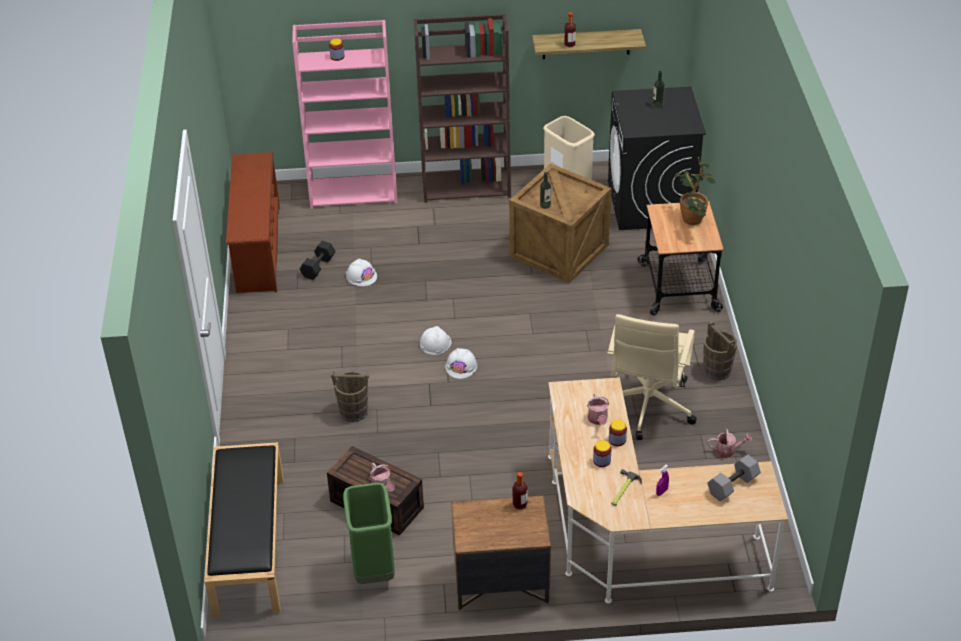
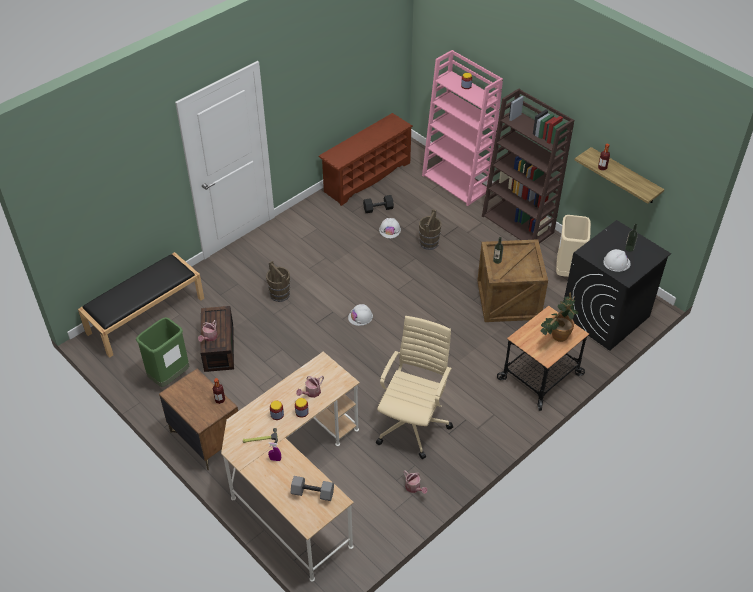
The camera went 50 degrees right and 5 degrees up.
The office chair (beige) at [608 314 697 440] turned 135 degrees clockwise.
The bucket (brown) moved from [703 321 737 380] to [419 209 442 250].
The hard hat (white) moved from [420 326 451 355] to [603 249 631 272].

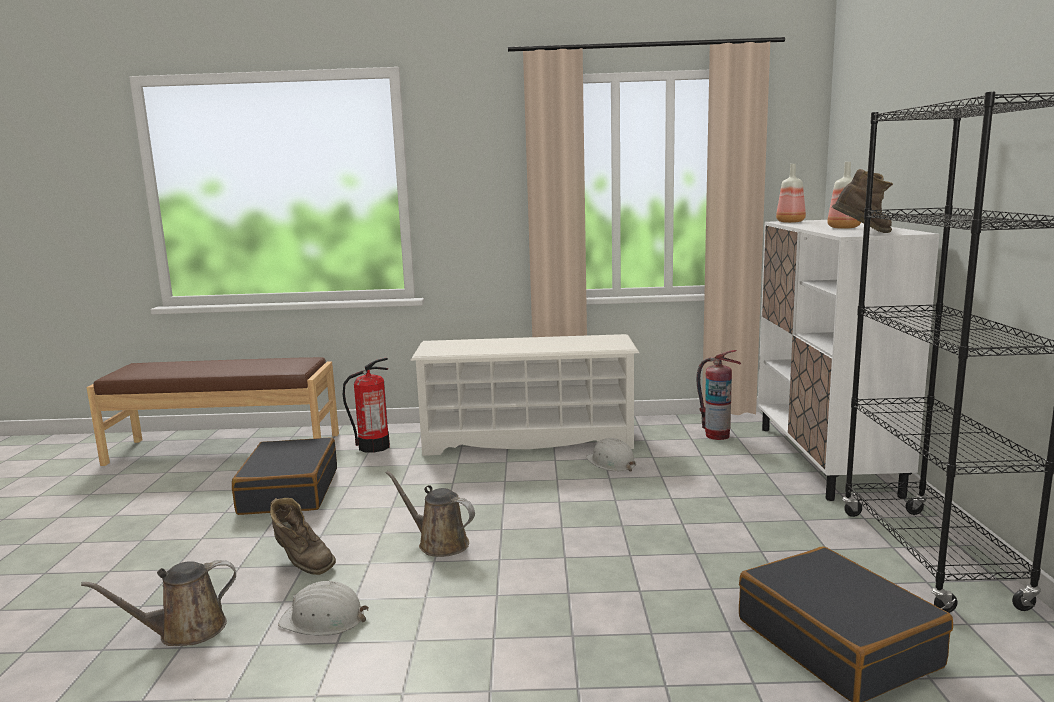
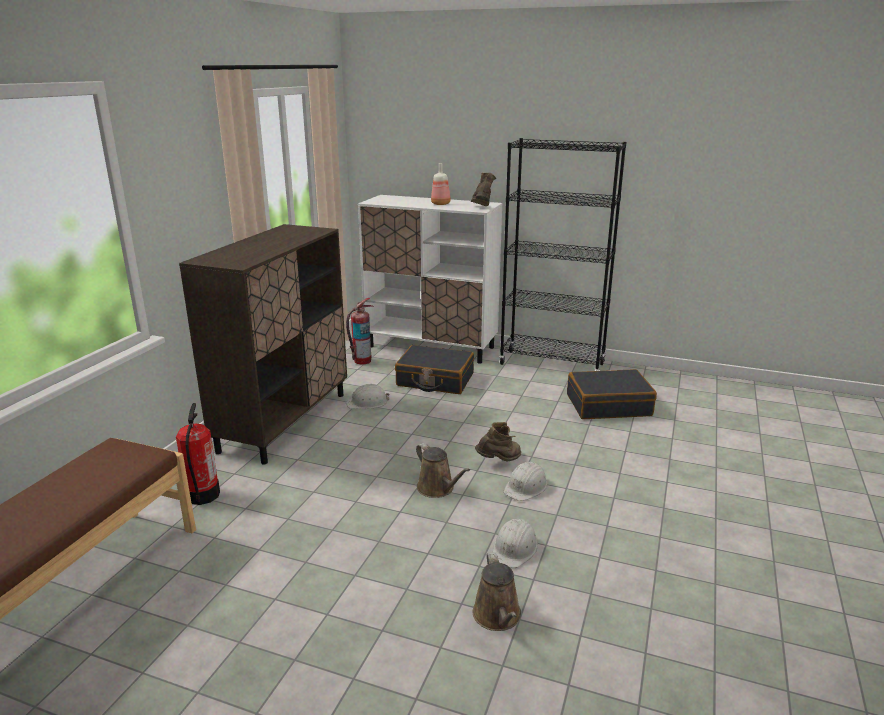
The camera went 70 degrees left and 10 degrees up.
The shoe rack (white) at [410 334 639 456] was replaced by the cabinet (brown) at [179 224 347 464].
The suitcase (black) moved from [232 437 337 515] to [395 345 474 394].
The watering can (brown) at [386 471 475 557] turned 90 degrees counterclockwise.
The boot (brown) moved from [270 498 336 575] to [475 422 521 462].
The hard hat (white) at [503 462 548 501] appeared.
The bottle at [776 164 806 223] disappeared.

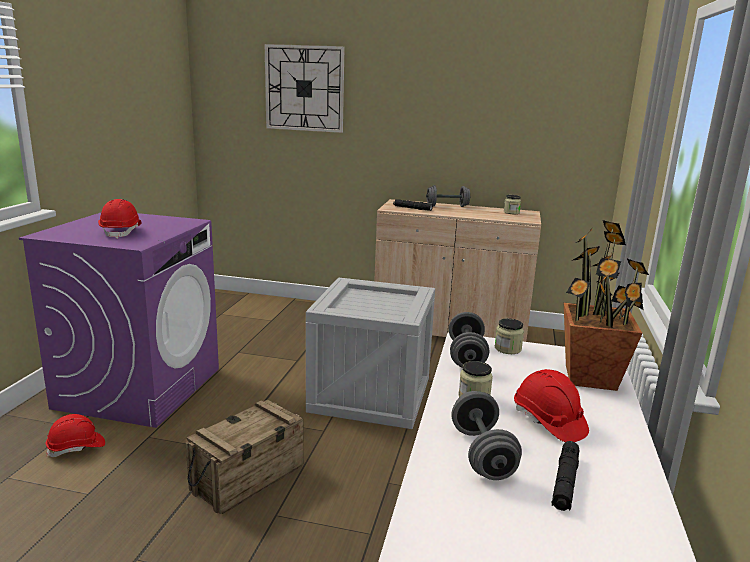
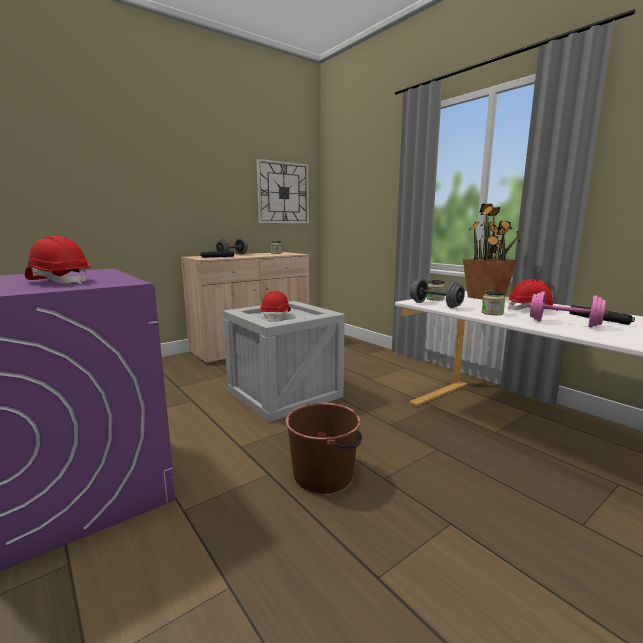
The camera went 50 degrees left and 5 degrees down.
The wall clock moved from [265 44 345 133] to [257 159 309 223].
The hard hat (red) moved from [46 414 105 457] to [260 291 291 321].
The crate at [186 400 304 514] was replaced by the bucket (brown) at [286 403 362 494].
The dumbbell (grey) at [451 391 522 480] became the dumbbell (pink) at [529 291 608 328].

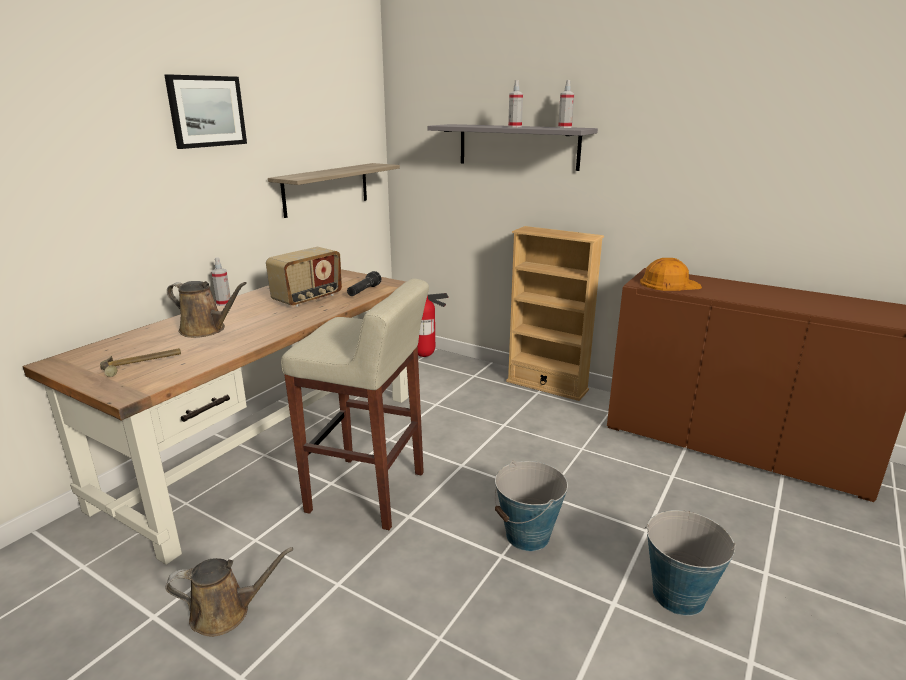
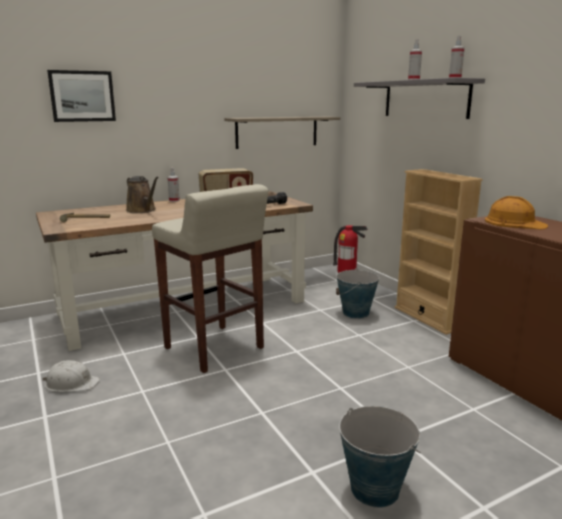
The camera went 30 degrees right and 5 degrees down.
The watering can (brown) at [165 547 293 637] was replaced by the hard hat (white) at [43 360 100 392].
The picture moved from [164 74 247 149] to [47 70 116 122].
The bucket moved from [495 460 568 551] to [336 268 379 319].

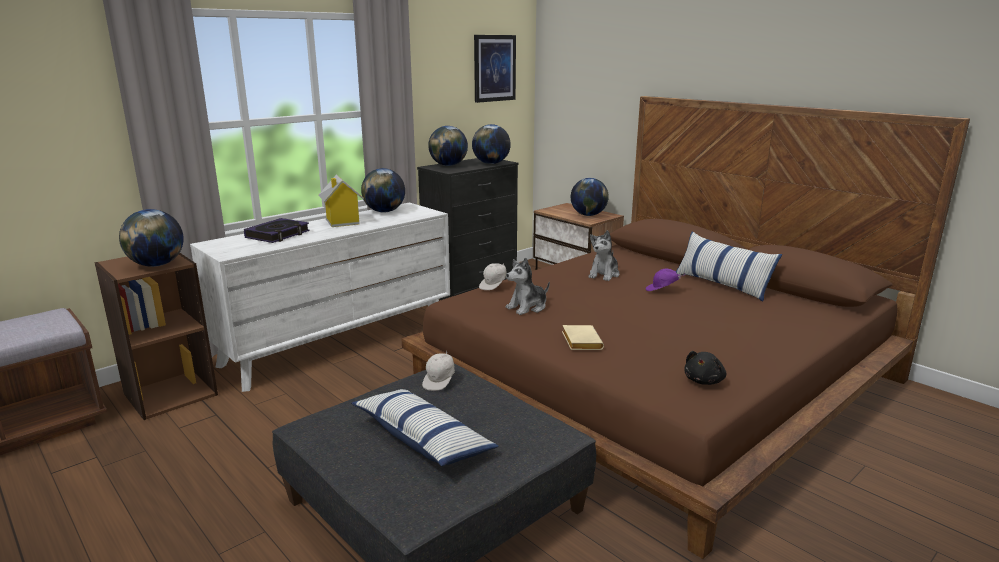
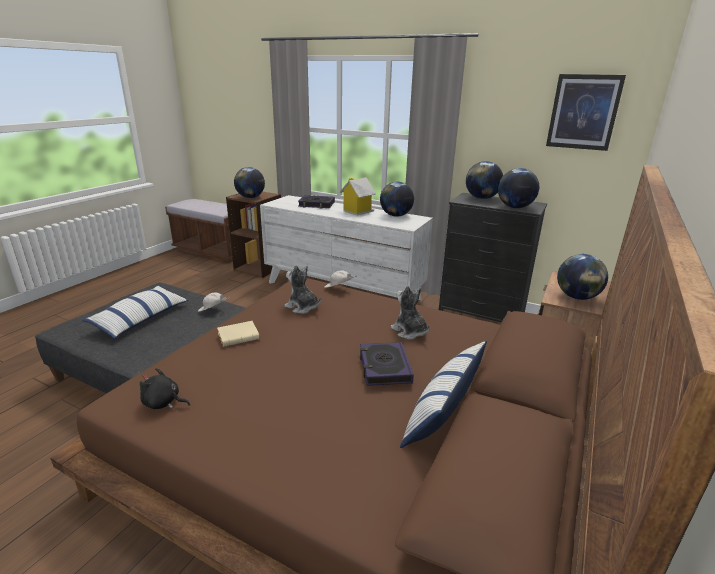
The camera went 70 degrees right and 5 degrees up.
The cap (purple) at [646 268 685 291] was replaced by the book at [360 342 414 386].
The plush toy at [589 230 620 281] turned 45 degrees clockwise.

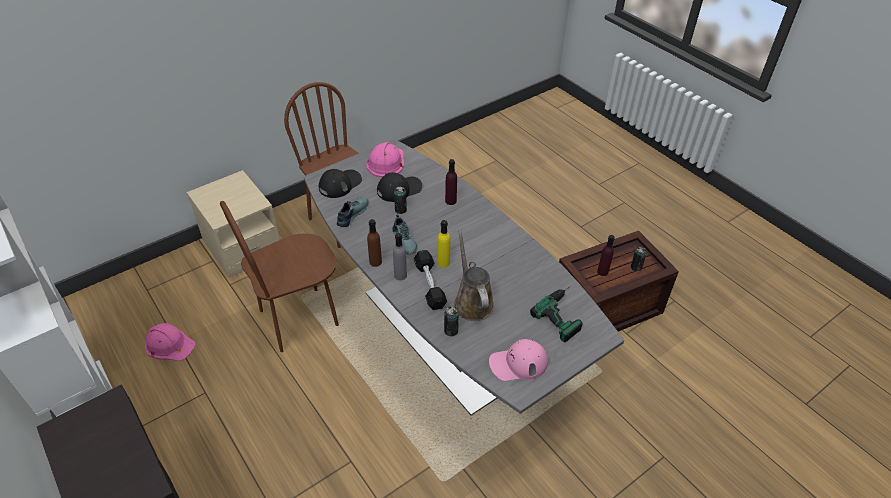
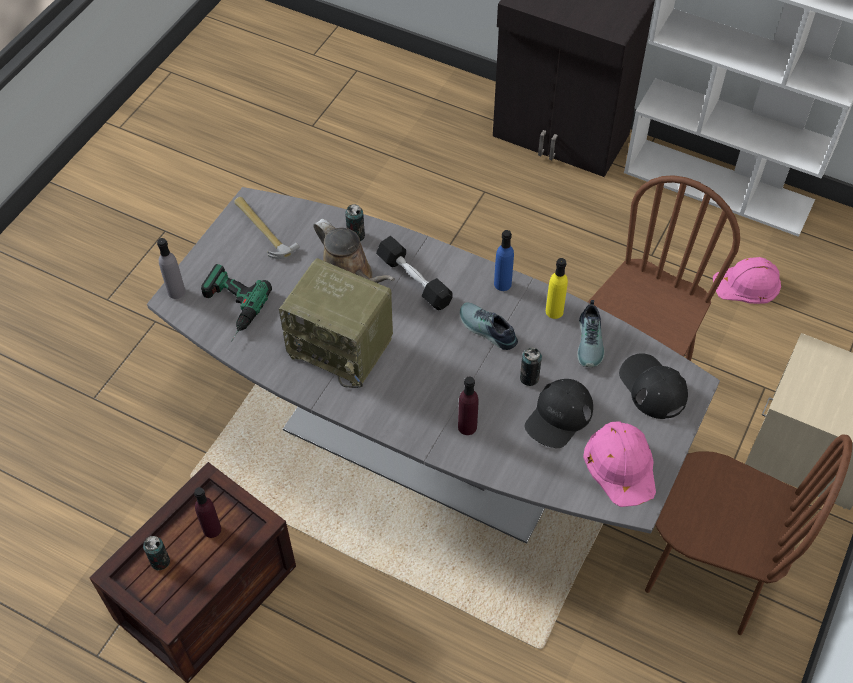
The camera went 155 degrees right and 10 degrees up.
The bottle (grey) moved from [393 233 407 280] to [157 238 185 299].
The cap (pink) at [489 339 548 381] was replaced by the hammer at [234 197 299 259].
The radio at [279 258 393 388] appeared.
The bottle (brown) at [367 219 382 267] became the bottle (blue) at [494 230 514 291].
The bottle (yellow) moved from [438 220 450 267] to [546 258 568 319].
The cap (black) at [319 169 362 198] turned 135 degrees clockwise.

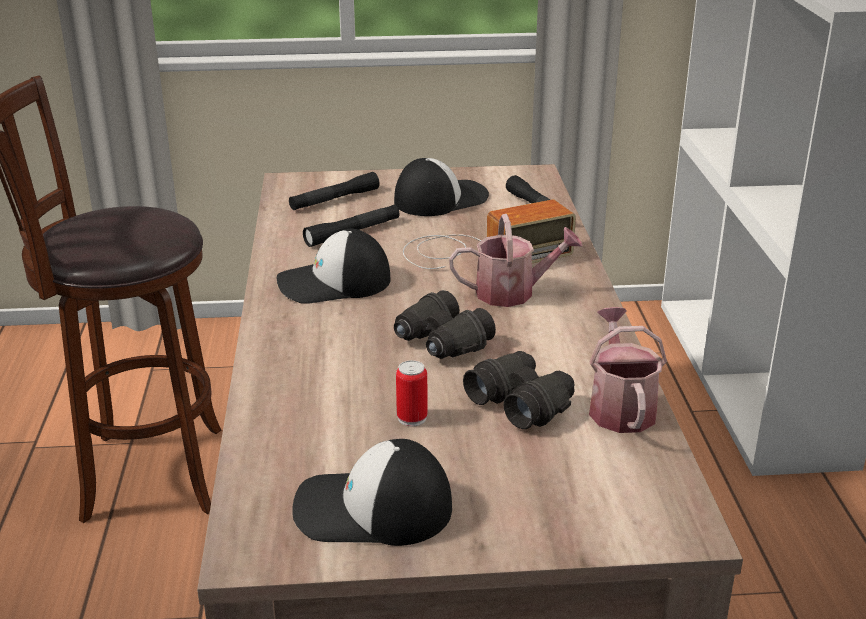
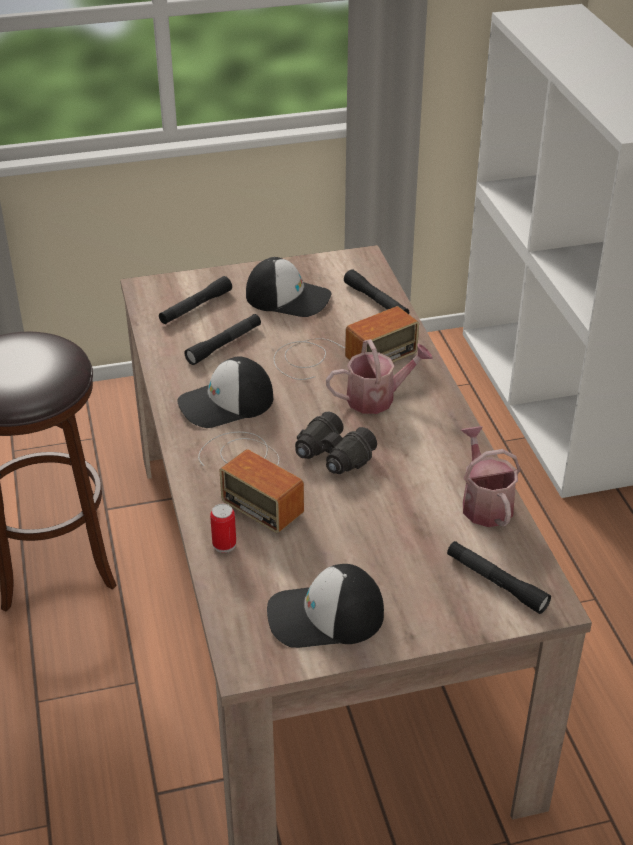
The camera went 10 degrees left and 10 degrees up.
The radio at [198 432 304 533] appeared.
The can moved from [396 360 428 426] to [210 504 236 553].
The cap at [394 158 489 216] turned 60 degrees clockwise.
The flashlight (black) at [447 541 551 614] appeared.
The binoculars (black) at [463 351 574 429] disappeared.

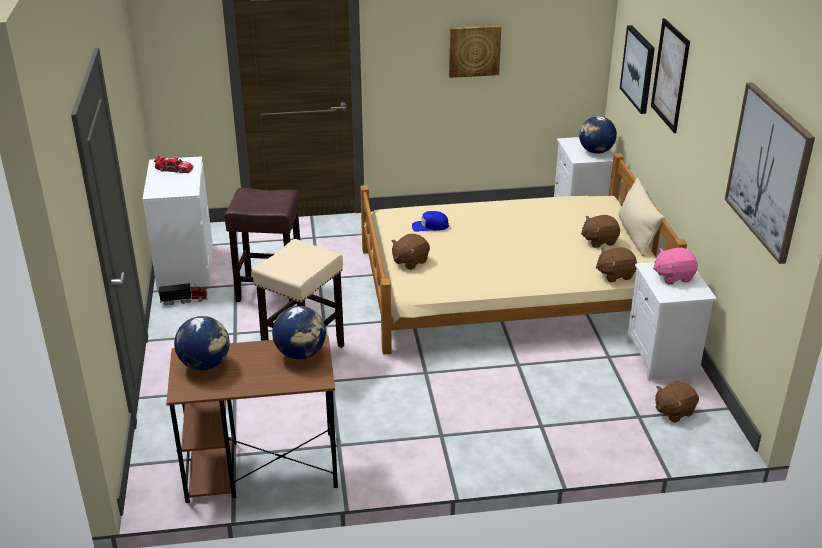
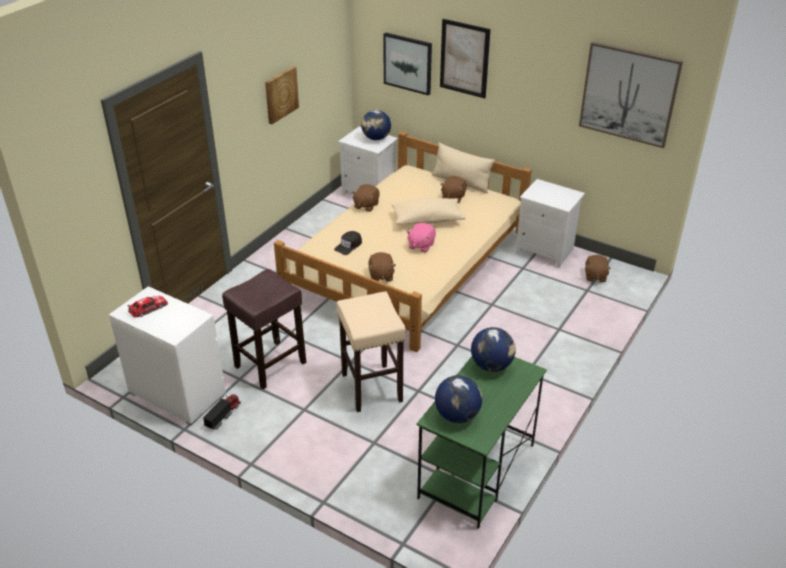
The camera went 50 degrees left and 5 degrees up.
The cap (blue) at [412 211 449 232] became the cap (black) at [334 231 362 255].
The plush toy (brown) moved from [596 247 637 282] to [352 184 380 212].
The pillow (beige) at [392 198 465 225] appeared.
The plush toy (pink) moved from [653 247 698 284] to [406 223 436 252].
The desk (brown) at [166 335 338 503] became the desk (green) at [417 356 547 529].

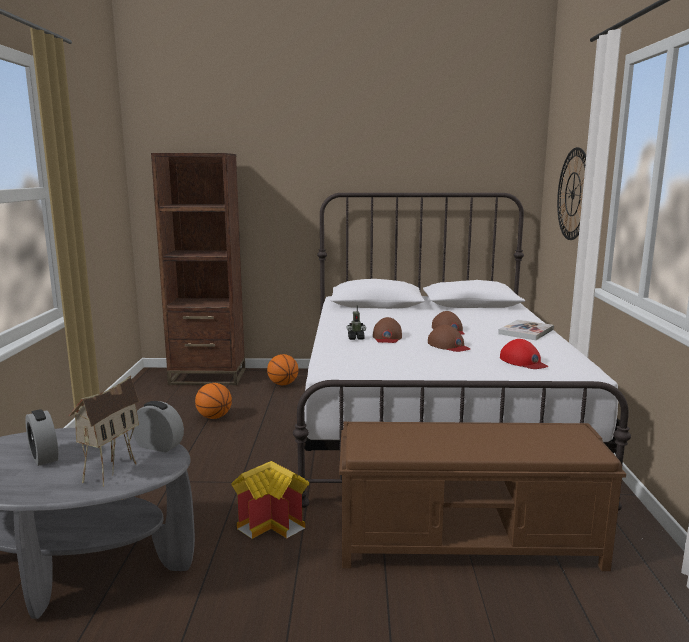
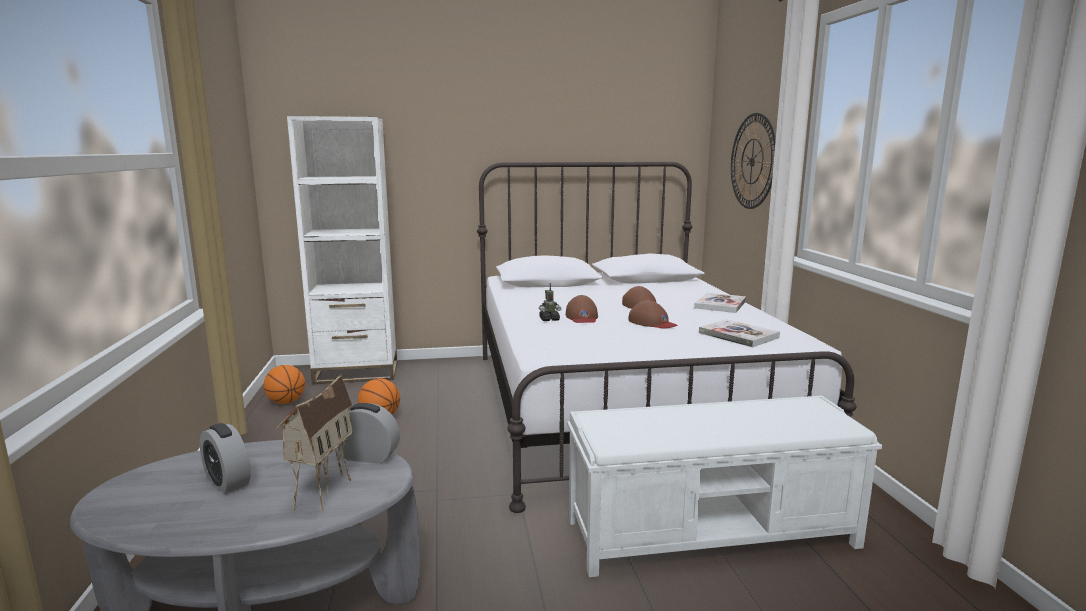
The camera went 10 degrees left and 0 degrees up.
The basketball moved from [267 354 298 385] to [264 365 305 404].
The bookcase (brown) at [151 153 245 385] became the bookcase (white) at [287 116 397 384].
The bench (brown) at [339 421 626 571] became the bench (white) at [567 395 882 577].
The cap (red) at [500 339 548 369] was replaced by the book at [699 319 780 348].
The toy house at [231 461 309 539] disappeared.

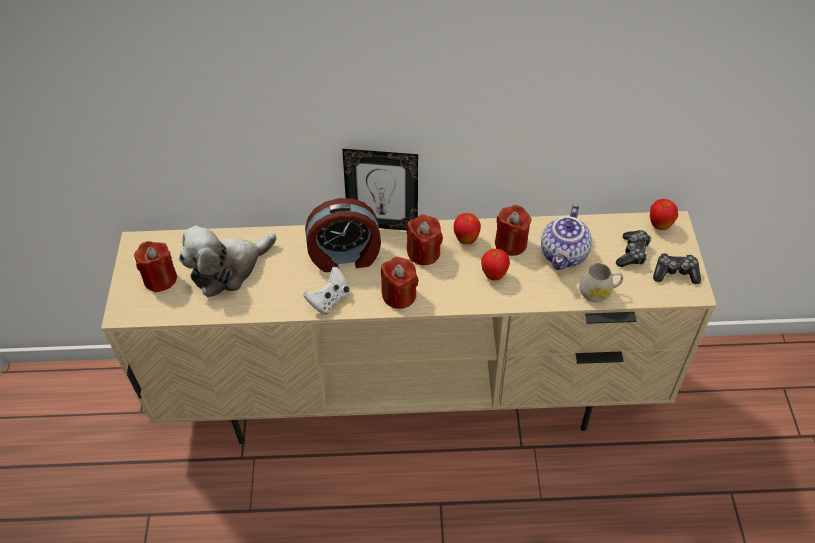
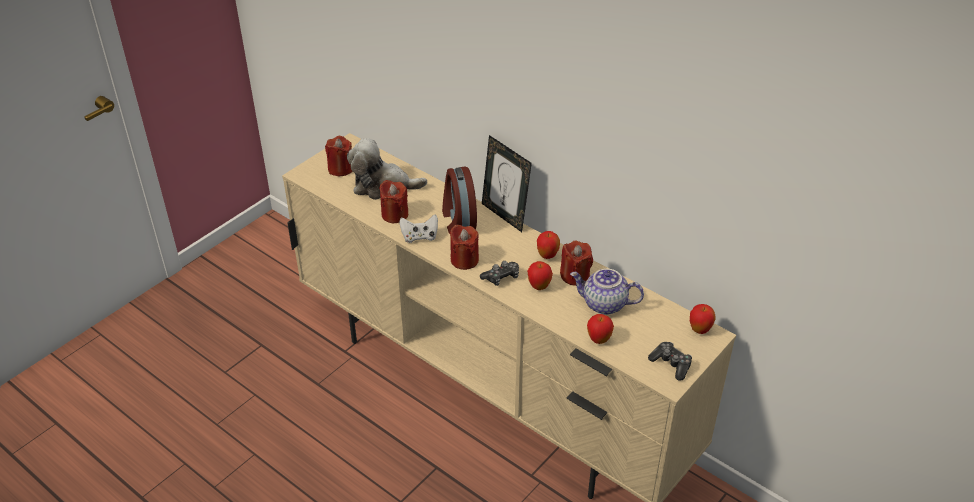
The camera went 40 degrees right and 10 degrees down.
The candle (red) moved from [407 215 443 265] to [379 180 408 223].
The alarm clock at [305 198 381 272] turned 45 degrees clockwise.
The game controller moved from [616 230 652 267] to [480 261 519 286].
The teapot at [541 204 592 270] turned 45 degrees clockwise.
The mug (white) at [580 263 623 302] was replaced by the apple at [587 314 614 344].

